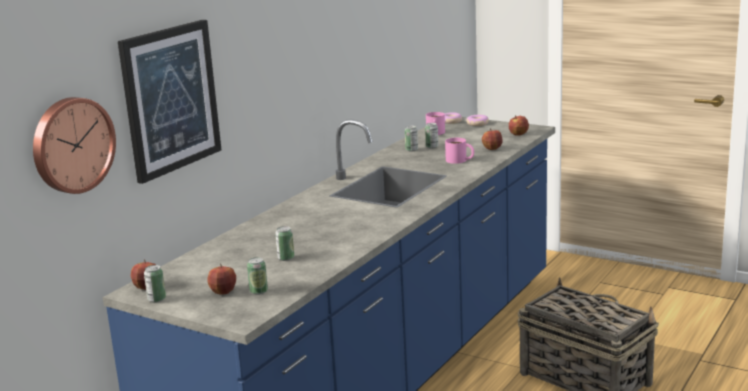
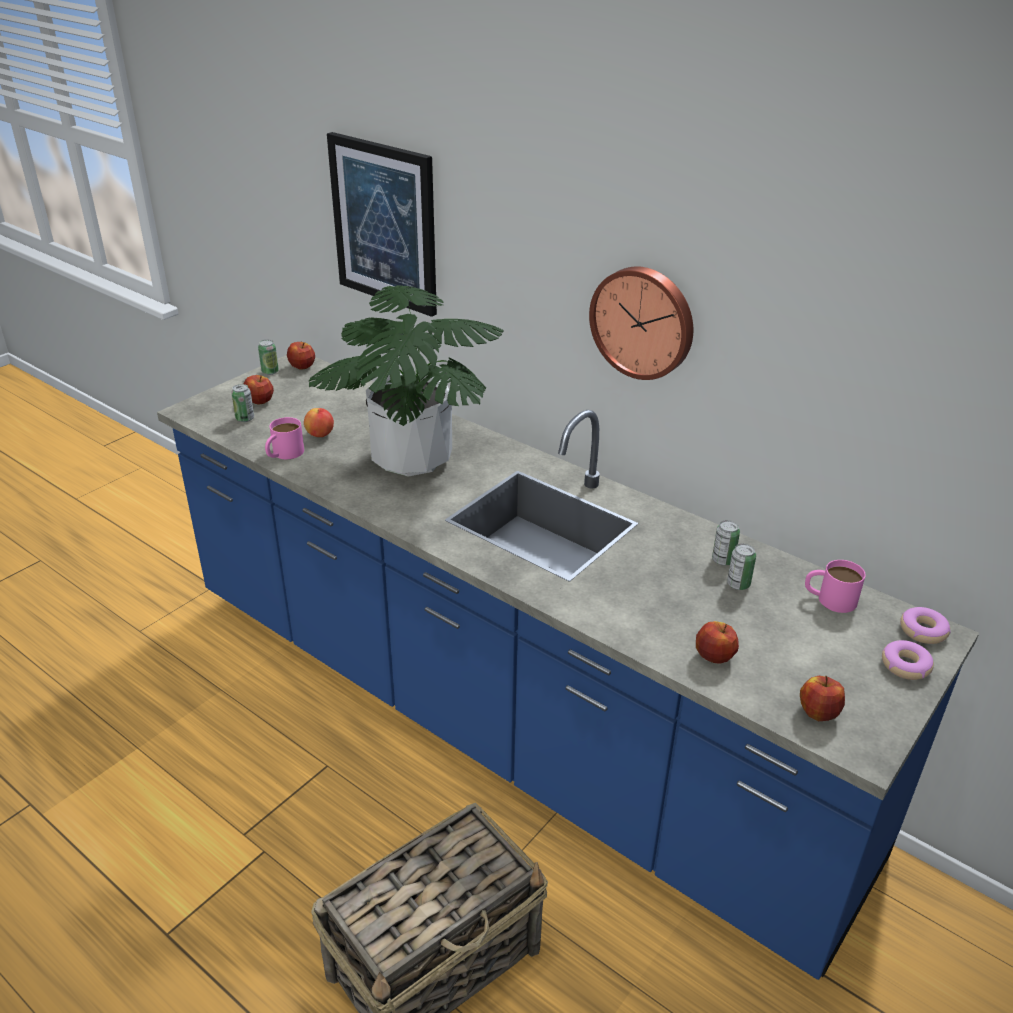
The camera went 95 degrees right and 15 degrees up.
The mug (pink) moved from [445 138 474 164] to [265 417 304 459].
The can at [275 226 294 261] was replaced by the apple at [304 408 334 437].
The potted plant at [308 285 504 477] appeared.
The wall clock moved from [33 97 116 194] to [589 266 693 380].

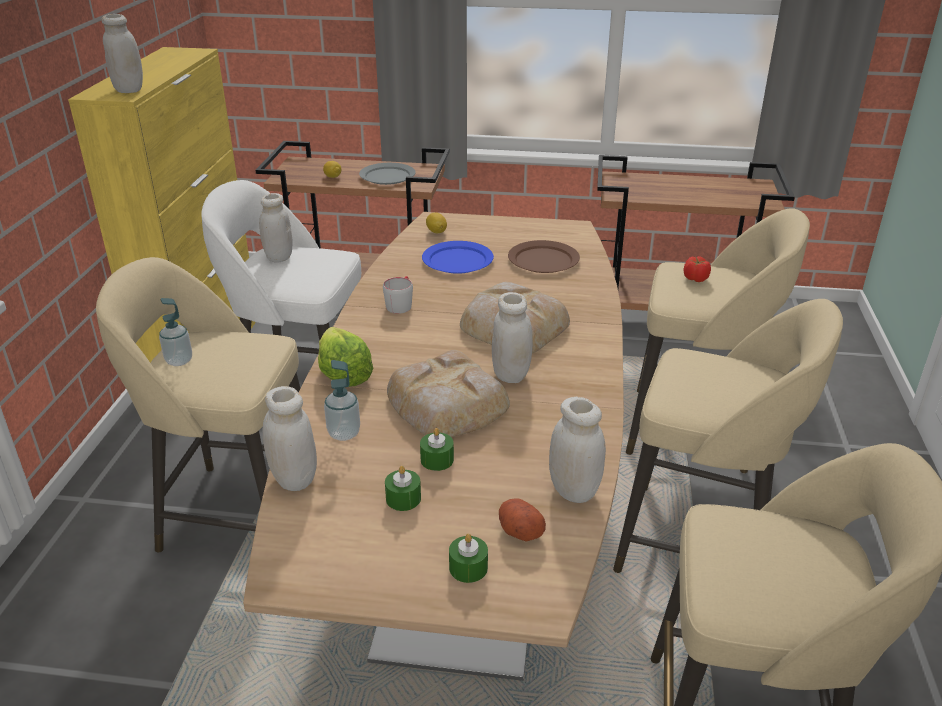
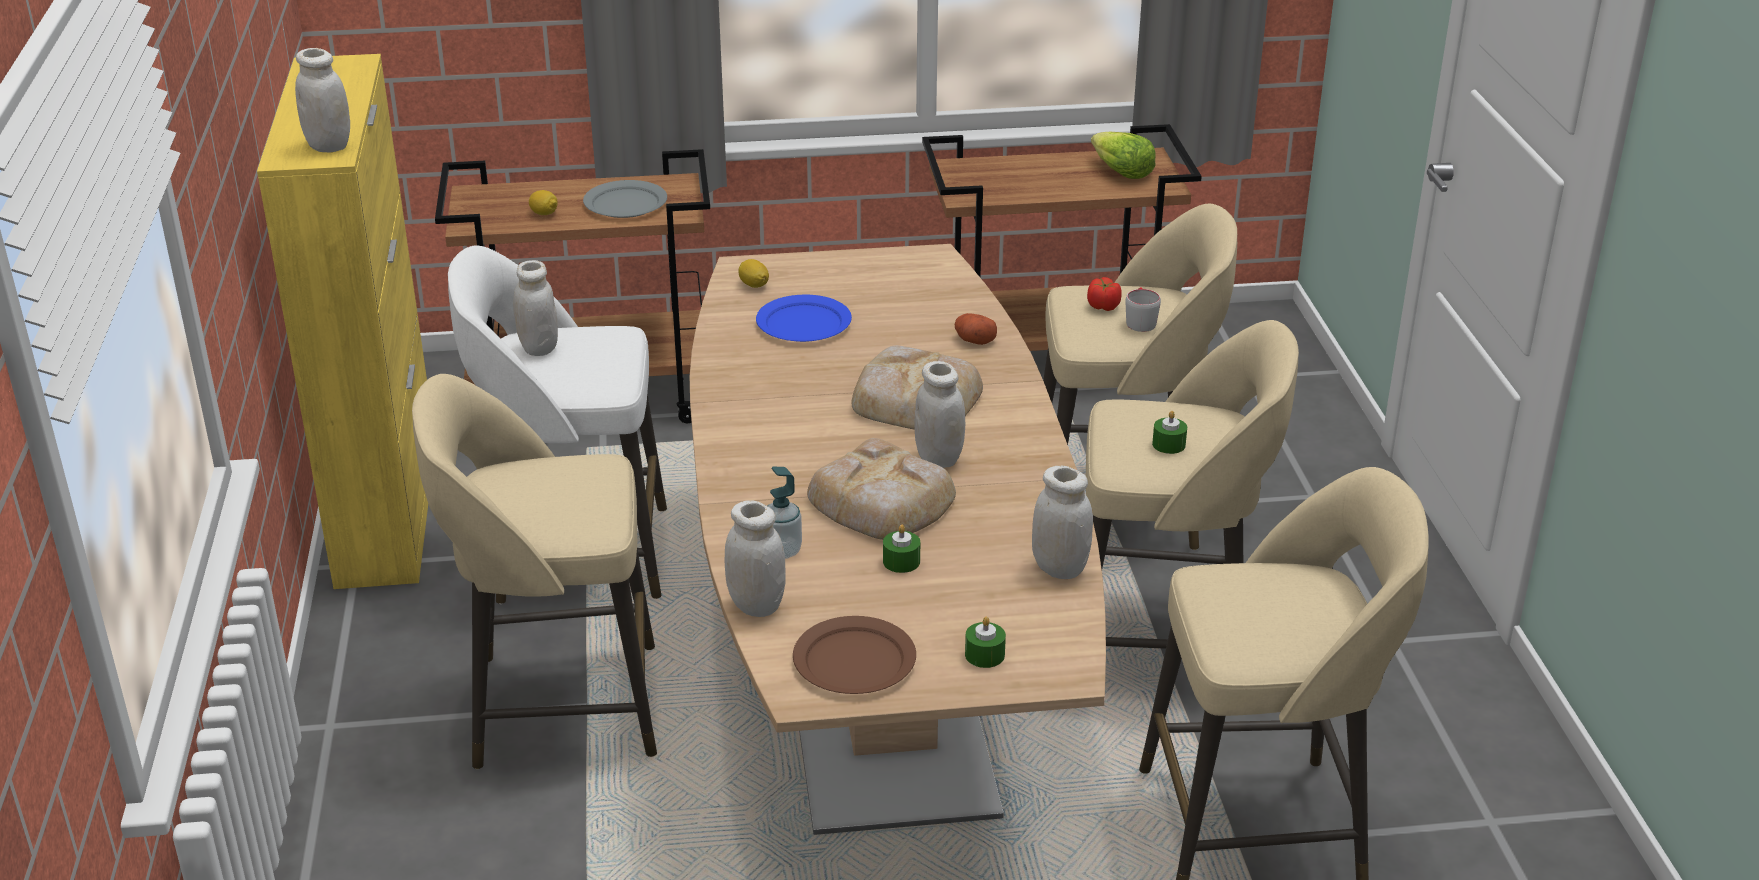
The camera went 15 degrees left and 0 degrees up.
The plate (brown) moved from [508 240 580 273] to [793 616 916 694].
The potato moved from [499 498 546 542] to [955 313 997 345].
The lettuce moved from [318 327 374 387] to [1091 132 1156 179].
The mug (grey) moved from [383 276 413 314] to [1126 287 1161 332].
The candle (green) moved from [385 466 421 511] to [1152 411 1187 454].
The soap dispenser at [159 298 192 366] disappeared.

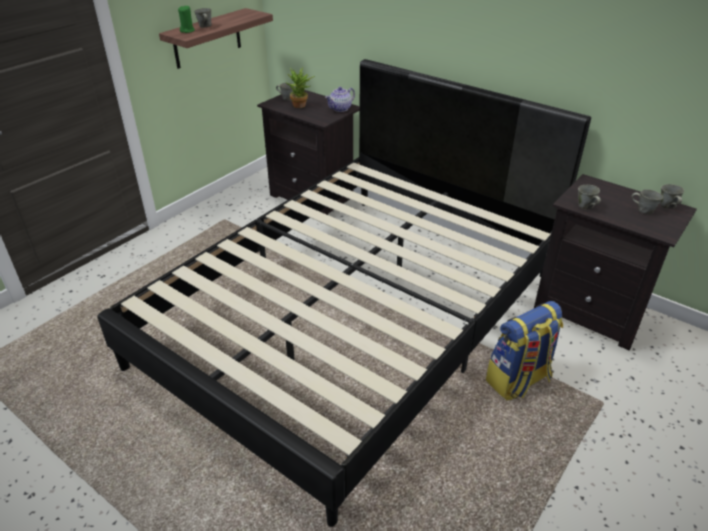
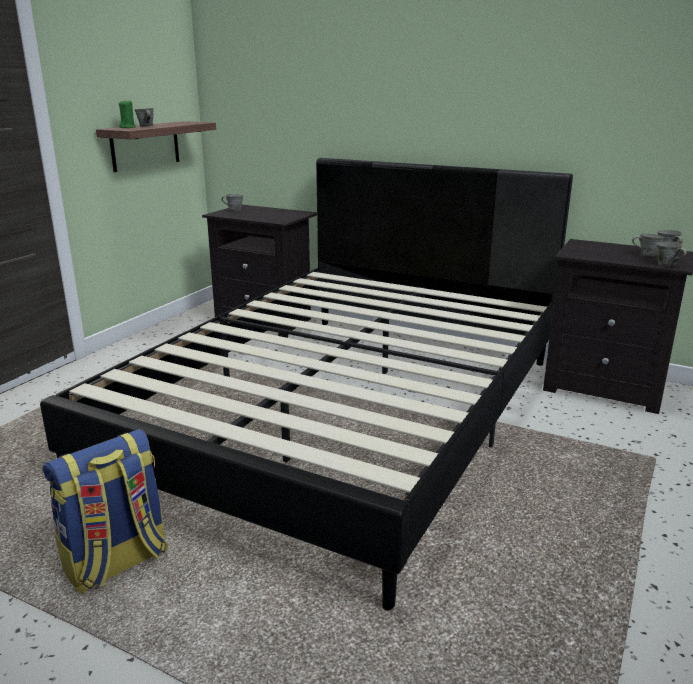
The camera went 10 degrees left and 15 degrees down.
The backpack moved from [486 301 563 401] to [43 429 168 594].
The mug (grey) moved from [578 185 601 209] to [656 241 687 267].
The potted plant at [285 67 315 108] disappeared.
The teapot at [325 87 355 112] disappeared.

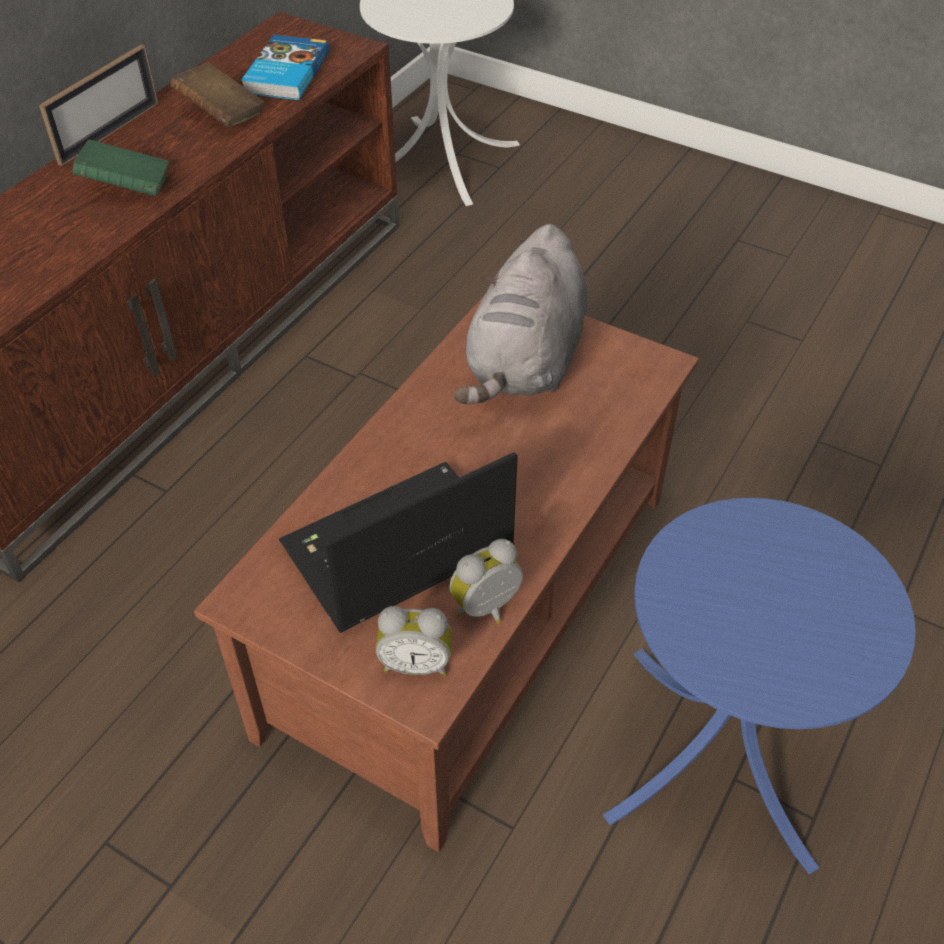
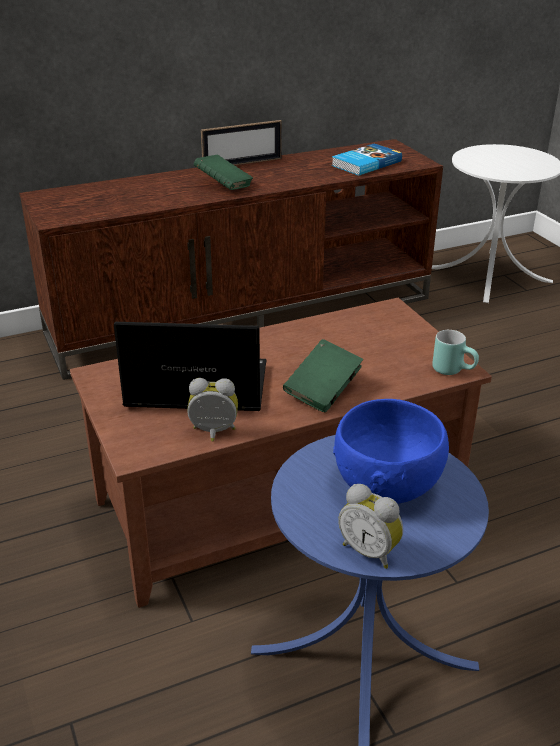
The camera went 35 degrees right and 15 degrees down.
The book (green) at [283 339 363 412] appeared.
The bowl (blue) at [333 399 449 504] appeared.
The alarm clock moved from [376 606 452 676] to [338 484 403 569].
The mug (turquoise) at [432 330 479 375] appeared.
The book (brown) at [171 62 264 128] disappeared.
The plush toy (grey) at [454 224 588 405] disappeared.

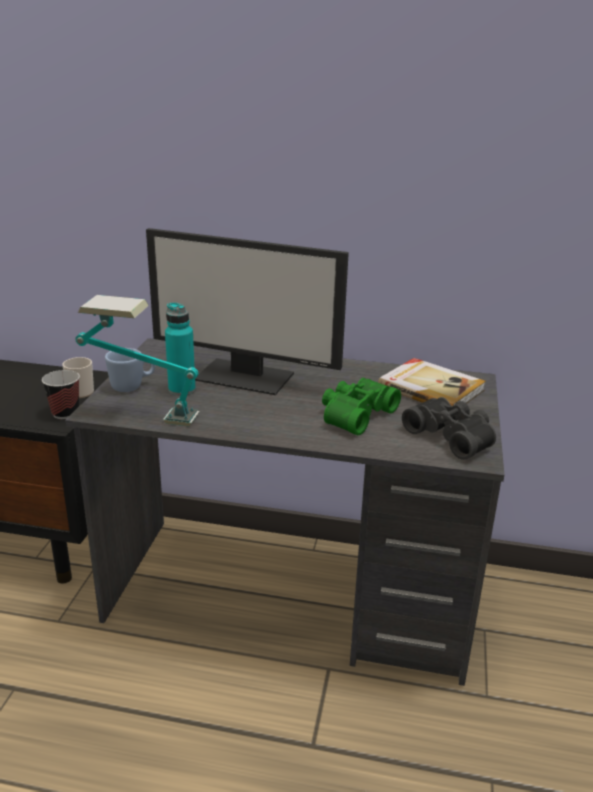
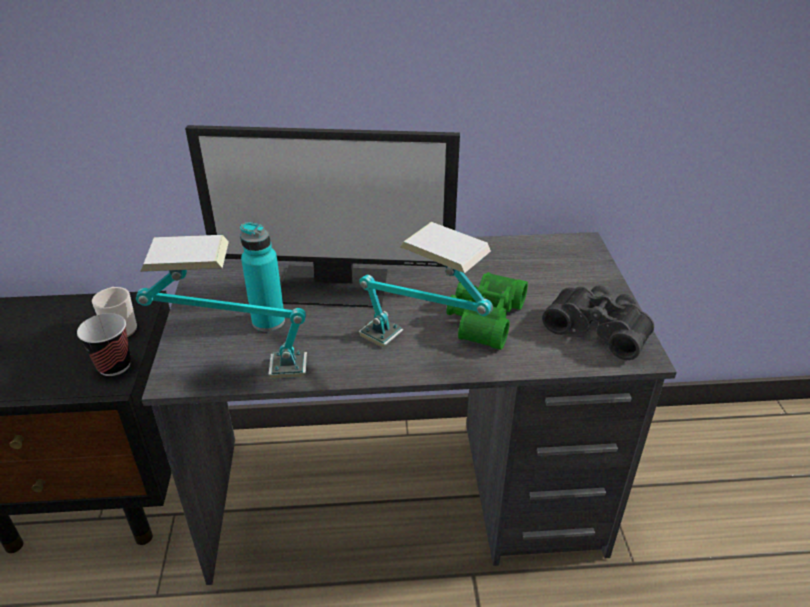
The camera went 15 degrees left and 10 degrees up.
The table lamp at [359 222 493 348] appeared.
The mug (blue) at [105 348 155 392] disappeared.
The book at [378 358 486 406] disappeared.

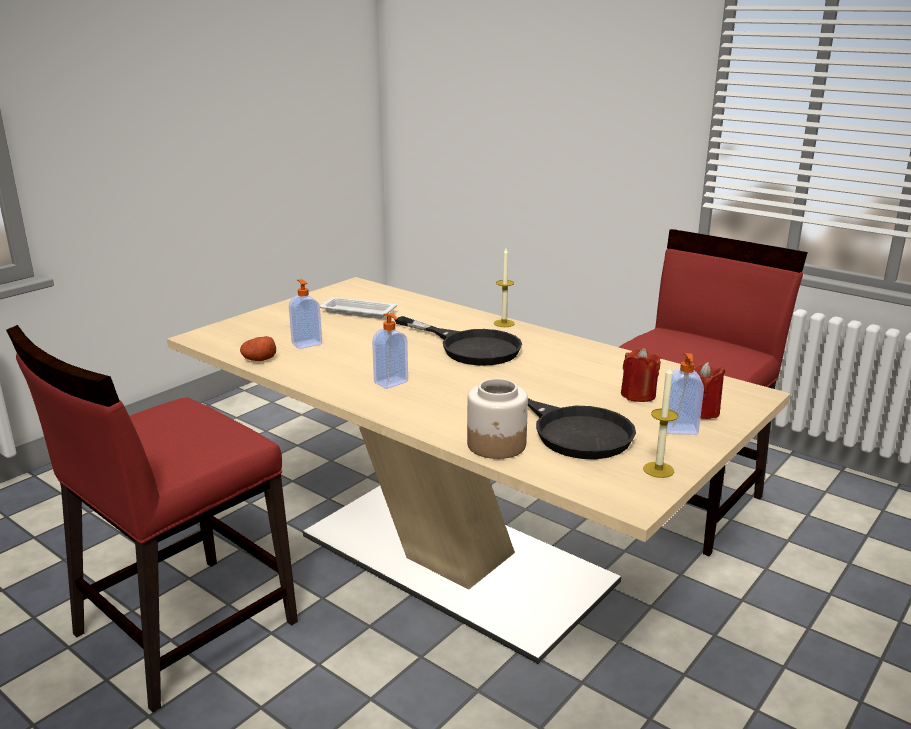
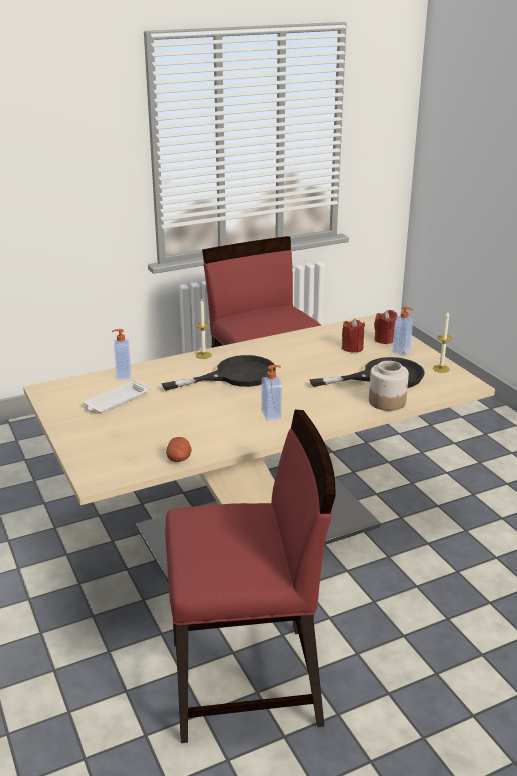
The camera went 65 degrees left and 5 degrees up.
The soap dispenser moved from [289 279 322 349] to [112 329 131 380].
The chair (red) at [6 325 298 713] turned 75 degrees counterclockwise.

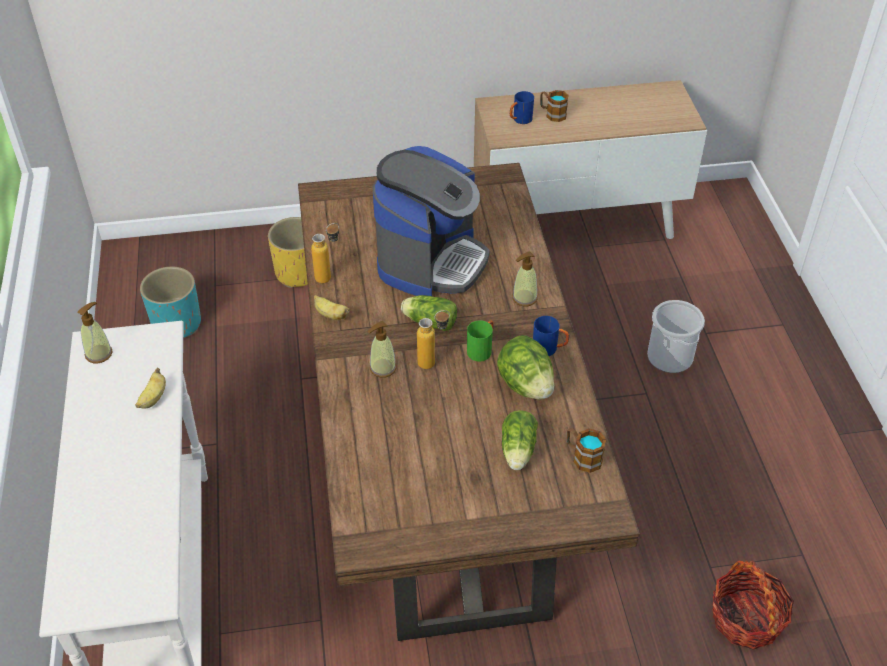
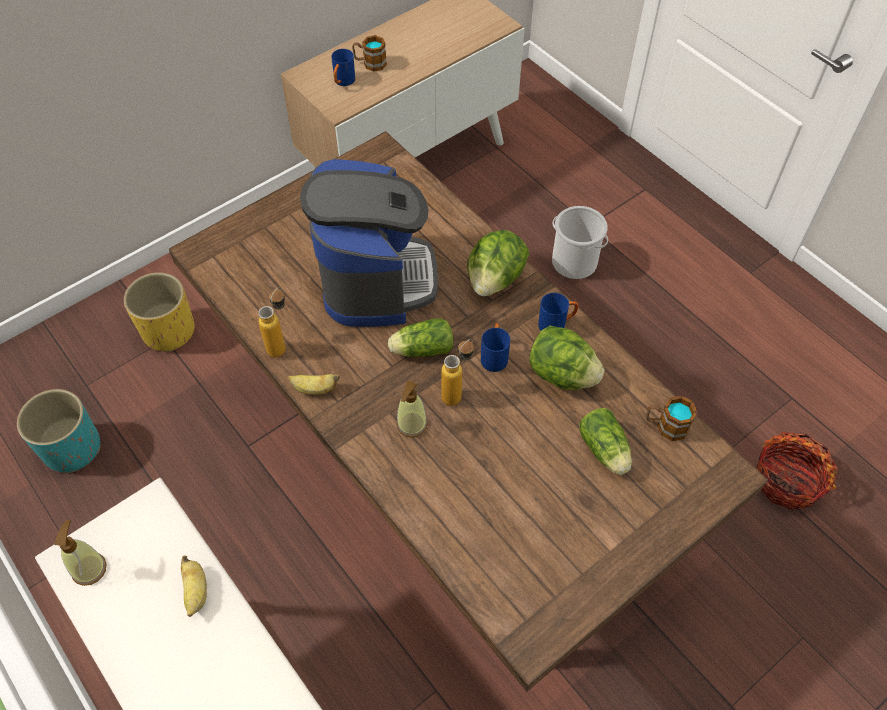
The camera went 30 degrees left and 10 degrees up.
The soap dispenser at [512 251 538 306] was replaced by the lettuce at [467 230 529 296].
The mug (green) at [467 320 494 362] became the mug (blue) at [481 323 510 372].

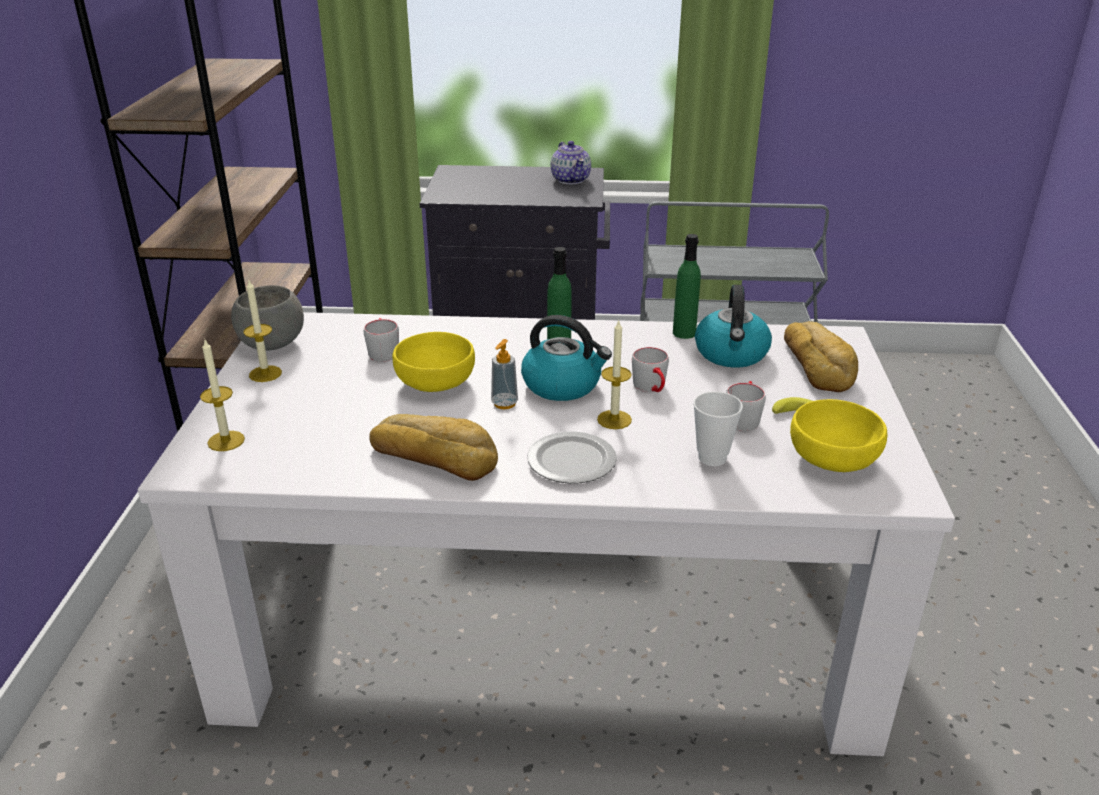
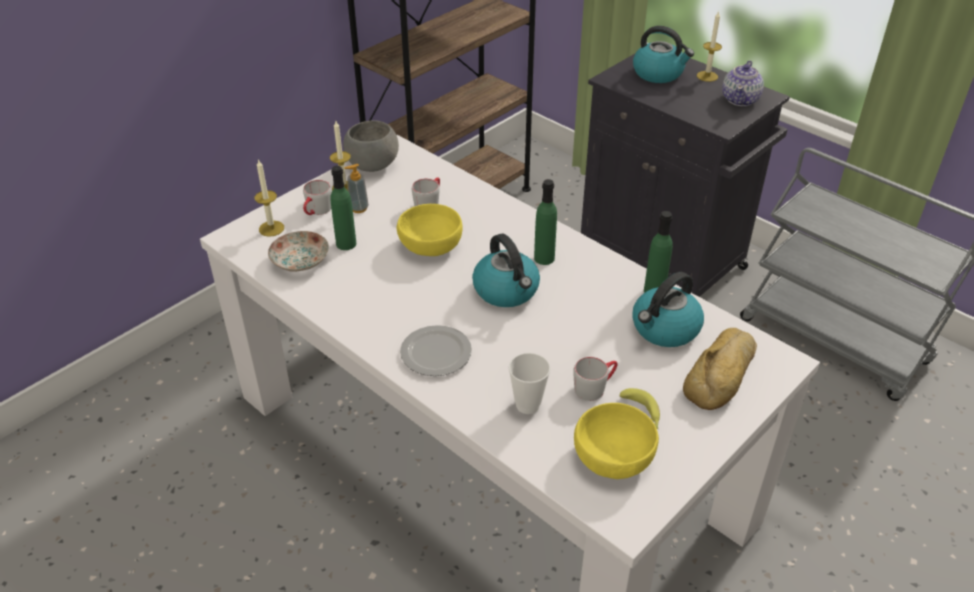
The camera went 40 degrees right and 10 degrees up.
The plate at [268 231 329 272] appeared.
The mug (grey) moved from [632 347 669 392] to [303 180 332 215].
The bottle (green) at [330 166 356 250] appeared.
The soap dispenser moved from [491 339 518 409] to [344 164 369 213].
The kettle at [633 26 694 83] appeared.
The candle moved from [597 320 632 429] to [697 11 722 82].
The bread at [369 414 498 481] disappeared.

